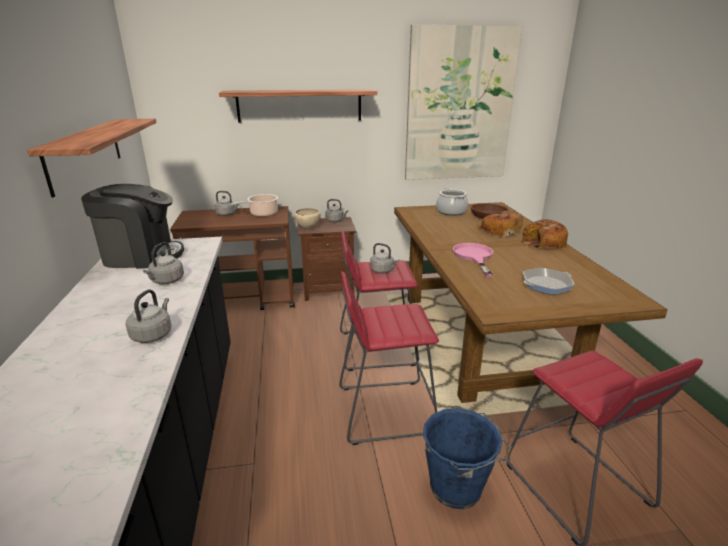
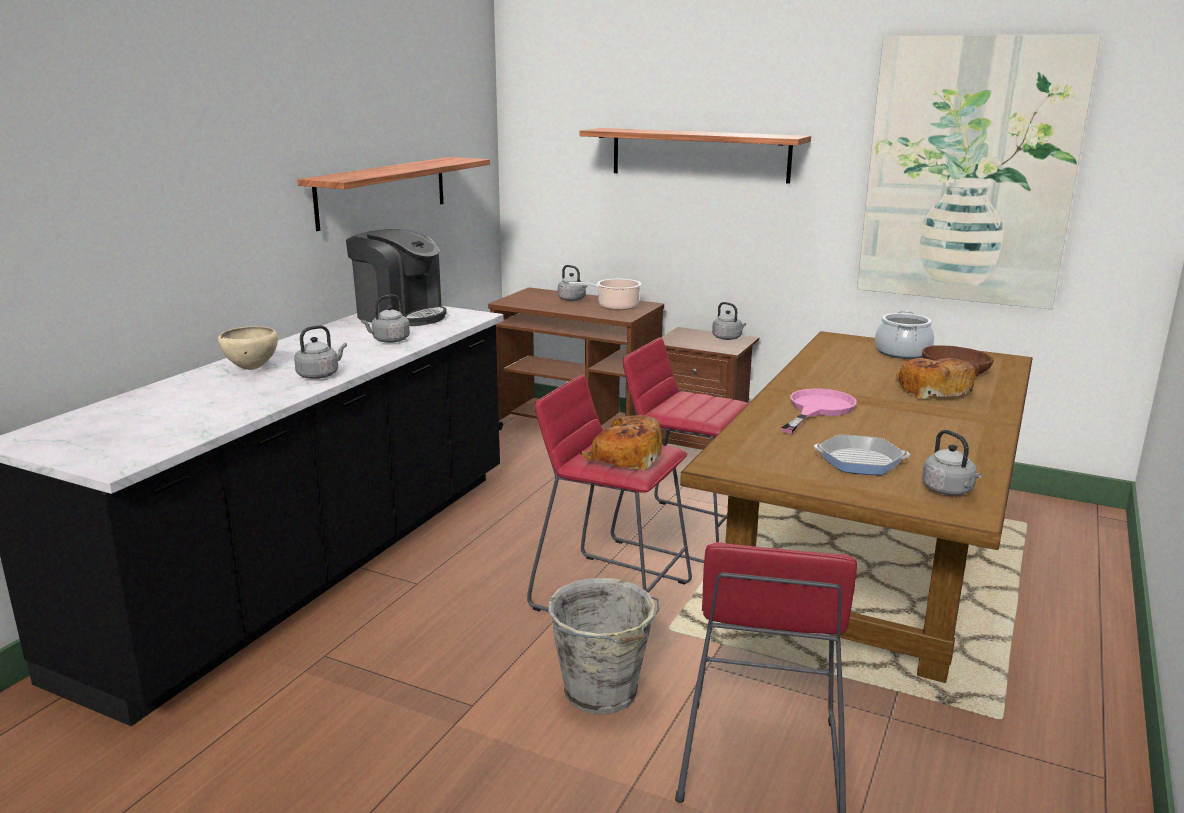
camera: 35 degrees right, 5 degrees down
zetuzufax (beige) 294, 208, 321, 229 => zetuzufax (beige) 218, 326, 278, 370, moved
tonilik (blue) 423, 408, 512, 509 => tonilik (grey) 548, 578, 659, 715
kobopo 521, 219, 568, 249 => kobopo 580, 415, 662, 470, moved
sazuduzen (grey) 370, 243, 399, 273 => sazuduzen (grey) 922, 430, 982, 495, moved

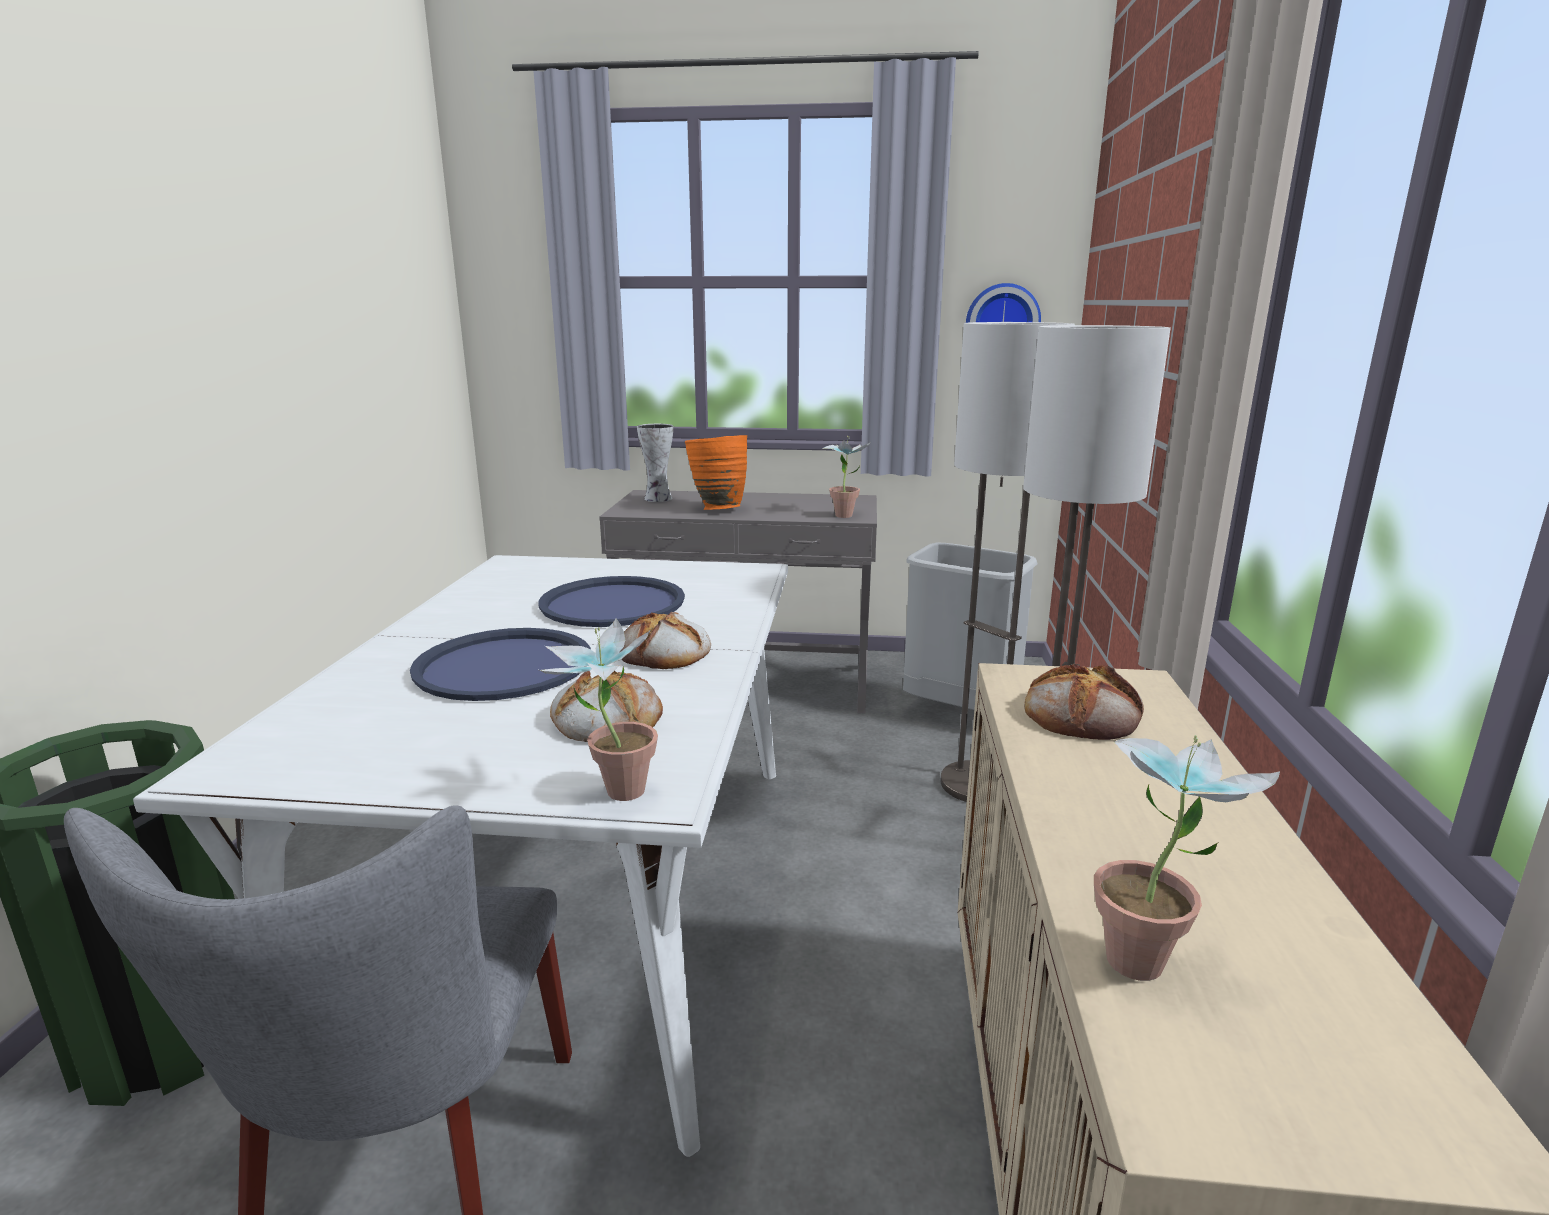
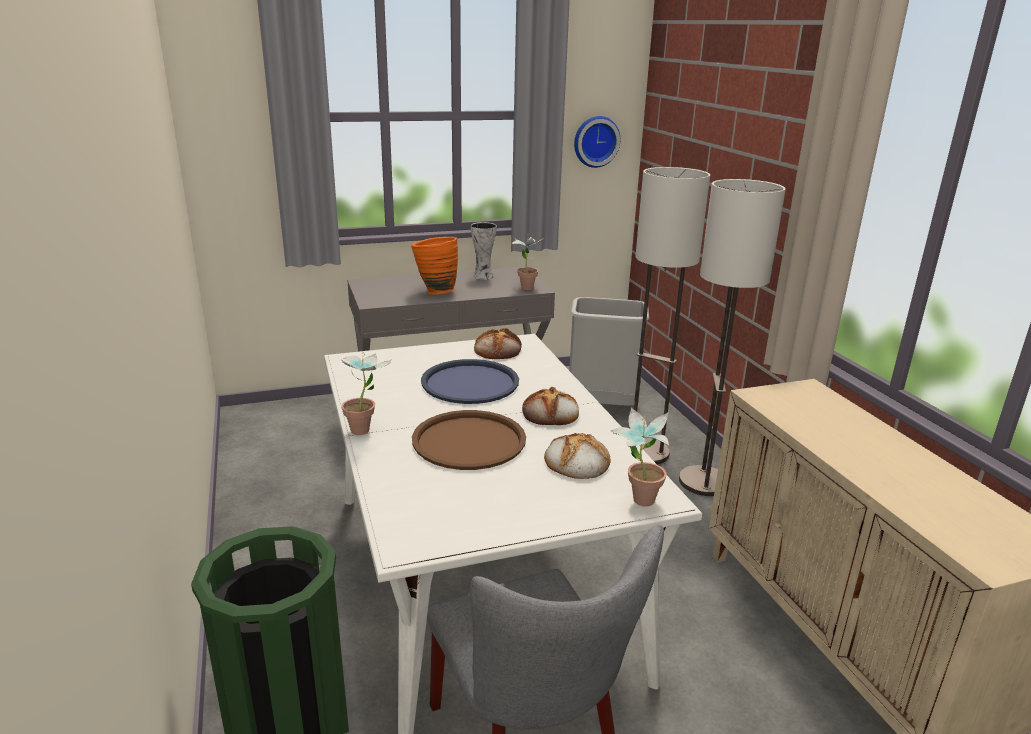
camera: 25 degrees left, 5 degrees up
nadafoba 1094, 735, 1280, 981 => nadafoba 341, 353, 392, 435, moved
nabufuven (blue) 410, 628, 591, 701 => nabufuven (brown) 412, 410, 526, 470
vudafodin 637, 424, 673, 502 => vudafodin 470, 222, 497, 280, moved
kobopo 1024, 663, 1144, 740 => kobopo 474, 328, 522, 359, moved

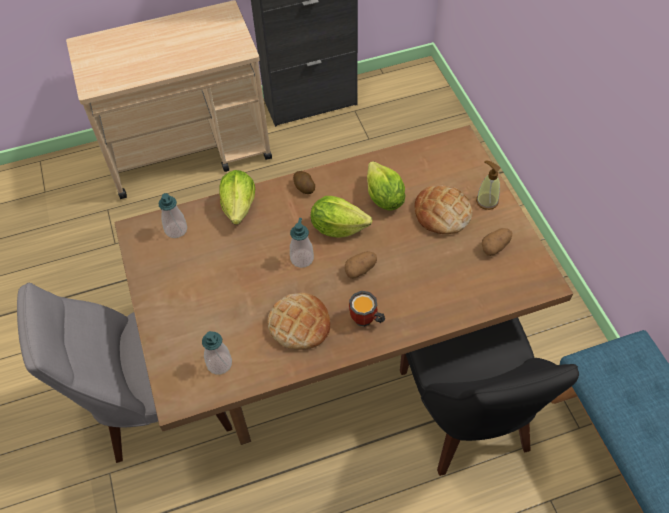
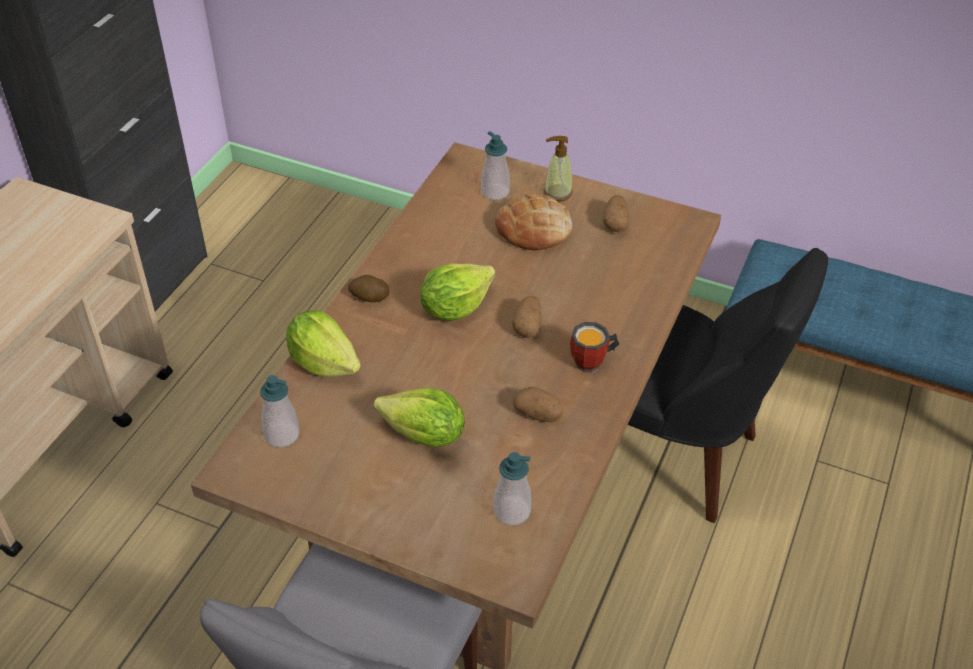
camera: 50 degrees left, 10 degrees down
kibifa 367, 161, 405, 210 => kibifa 374, 388, 465, 447, moved
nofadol 290, 218, 314, 268 => nofadol 481, 131, 510, 200, moved
kobopo 267, 293, 330, 350 => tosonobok 513, 387, 563, 422

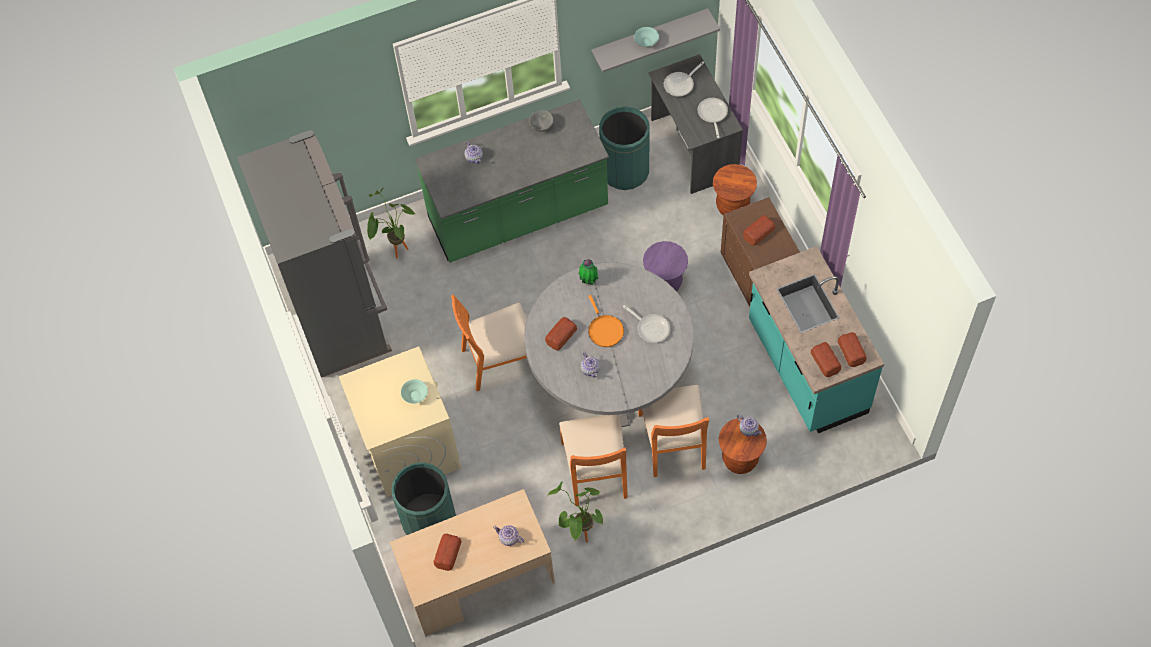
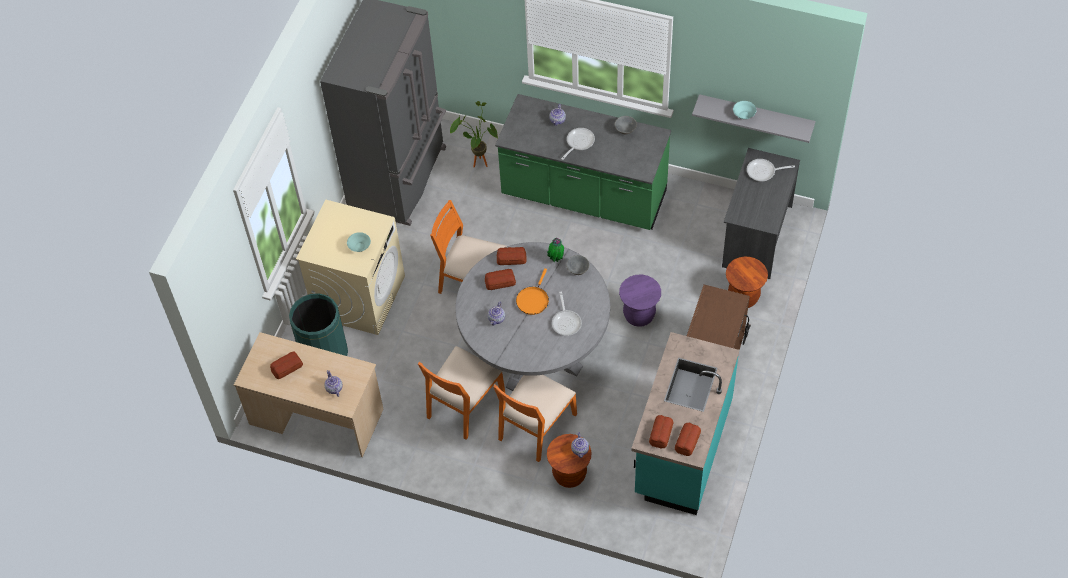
camera: 40 degrees right, 5 degrees down
kobopo 743, 215, 775, 246 => kobopo 497, 247, 527, 265, moved
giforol 697, 98, 728, 138 => giforol 561, 128, 595, 160, moved
nothing => zetuzufax (grey) 566, 255, 589, 275
nadafoba 547, 481, 603, 542 => nothing
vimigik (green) 599, 106, 650, 190 => nothing

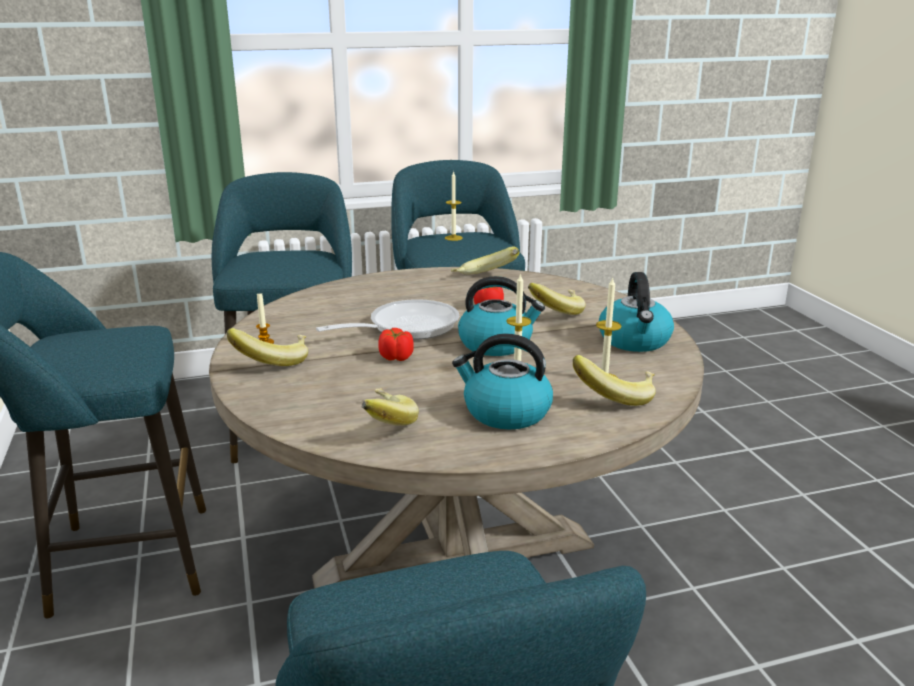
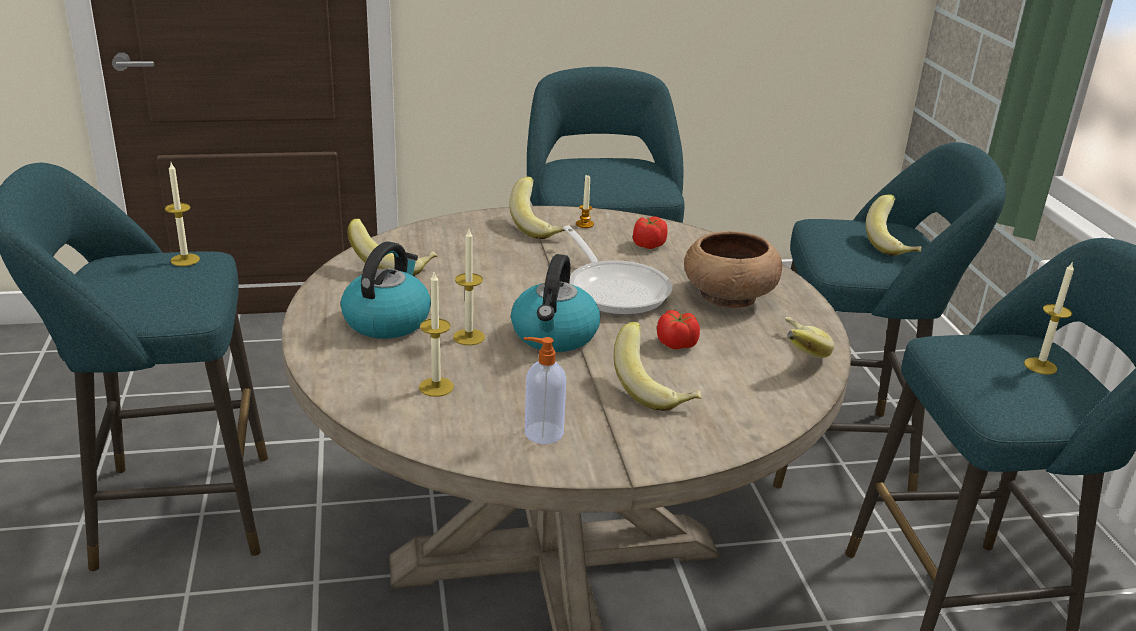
camera: 95 degrees right, 5 degrees up
nothing => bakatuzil 165, 163, 200, 266
sazuduzen 599, 272, 674, 352 => nofadol 524, 337, 566, 444
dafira 378, 328, 414, 361 => dafira 633, 217, 667, 249, moved
nothing => zetuzufax (brown) 684, 231, 782, 308
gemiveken 573, 355, 656, 406 => gemiveken 866, 194, 922, 256, moved

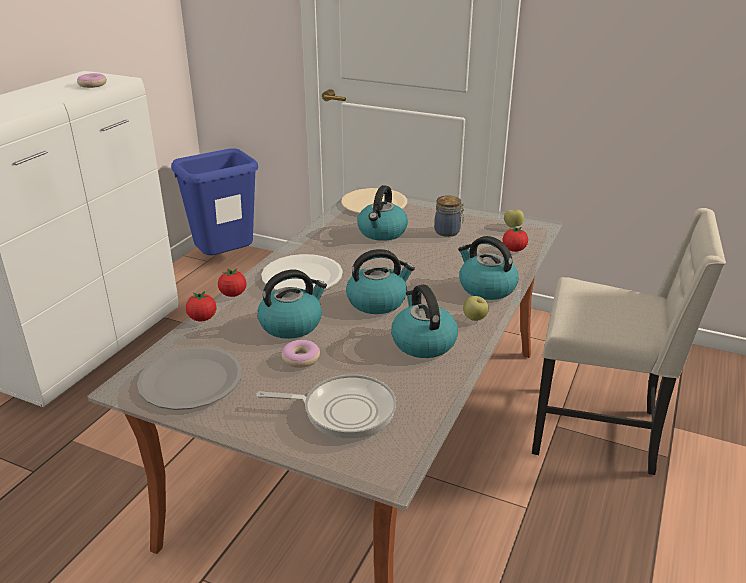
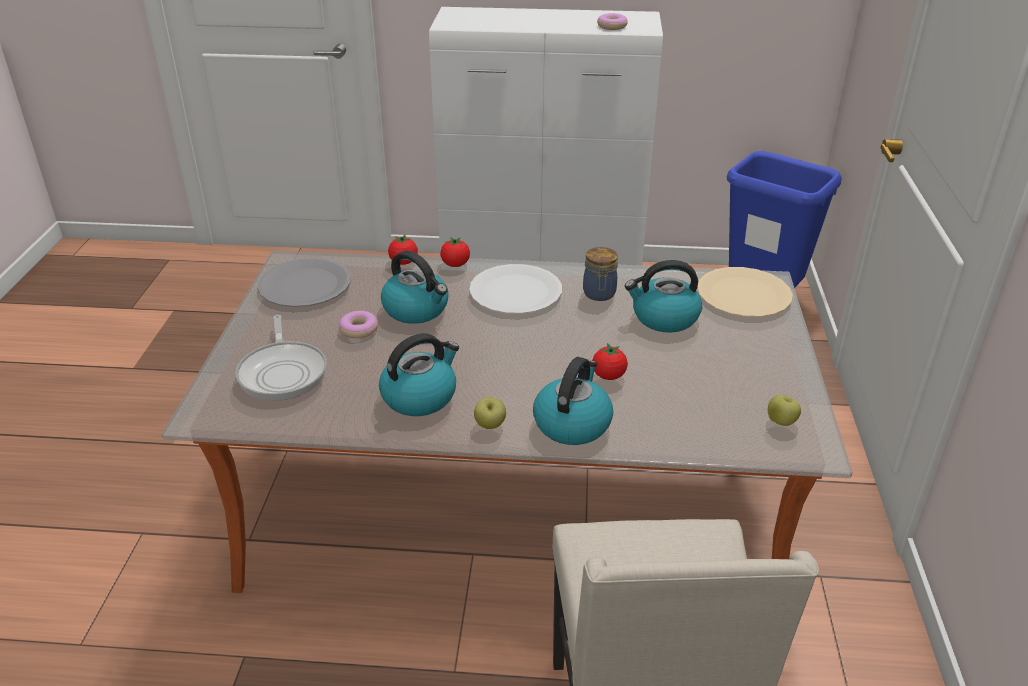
camera: 70 degrees right, 5 degrees up
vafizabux 434, 195, 464, 237 => vafizabux 583, 247, 618, 301, moved
dafira 502, 226, 528, 252 => dafira 592, 343, 628, 380, moved
sazuduzen 346, 249, 415, 314 => nothing

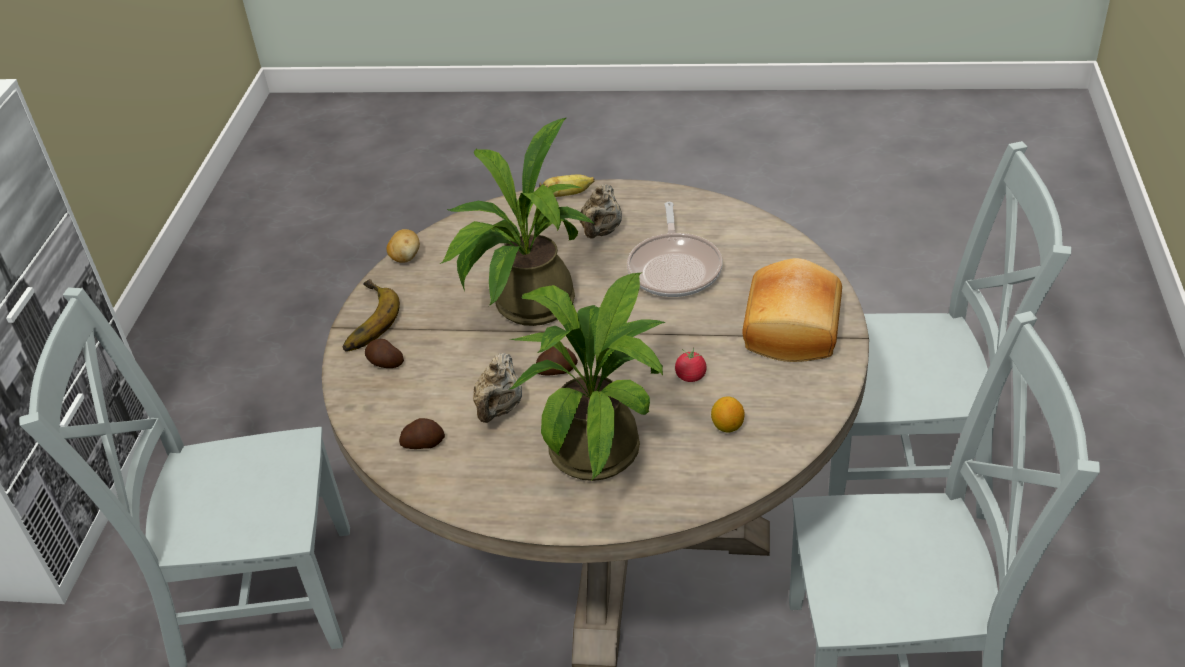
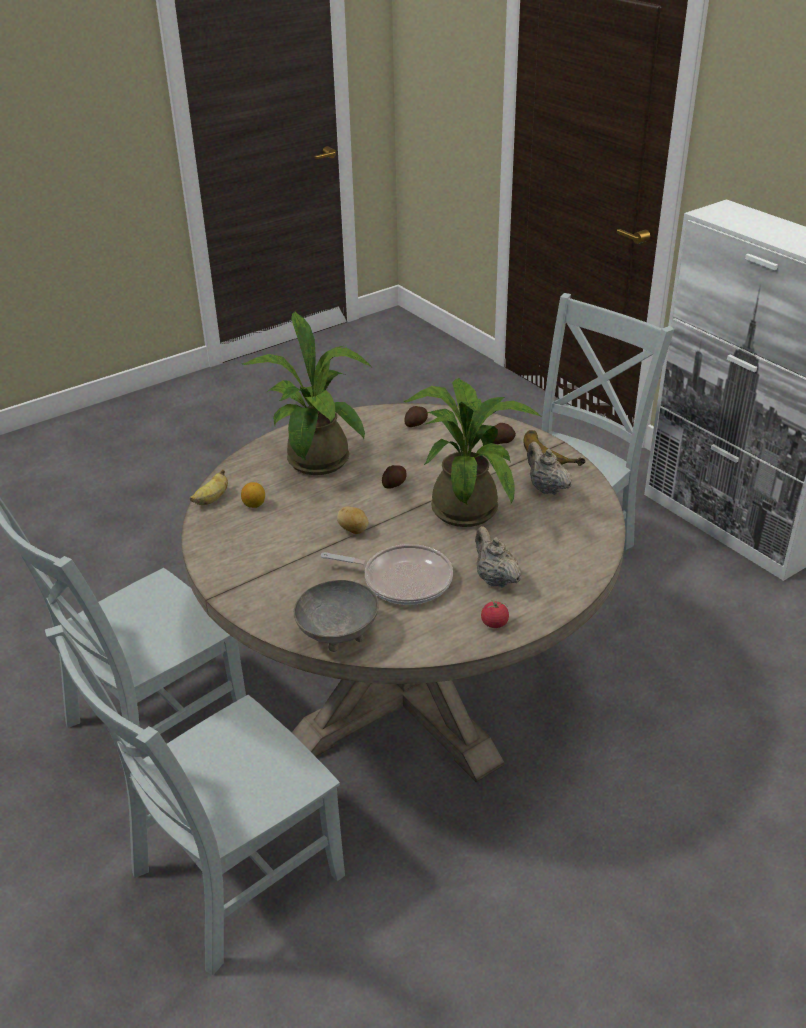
camera: 135 degrees right, 5 degrees down
gemiveken 539, 174, 595, 197 => gemiveken 190, 469, 228, 505, moved
nothing => zetuzufax (grey) 294, 580, 379, 652
giforol 627, 202, 722, 297 => giforol 321, 544, 453, 605, 150 degrees clockwise
tosonobok 387, 229, 420, 263 => tosonobok 337, 506, 368, 534, moved
dafira 675, 348, 706, 382 => dafira 481, 599, 509, 628, moved
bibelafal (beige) 473, 353, 522, 423 => bibelafal (beige) 527, 441, 572, 495, moved
kobopo 742, 258, 842, 362 => nothing

